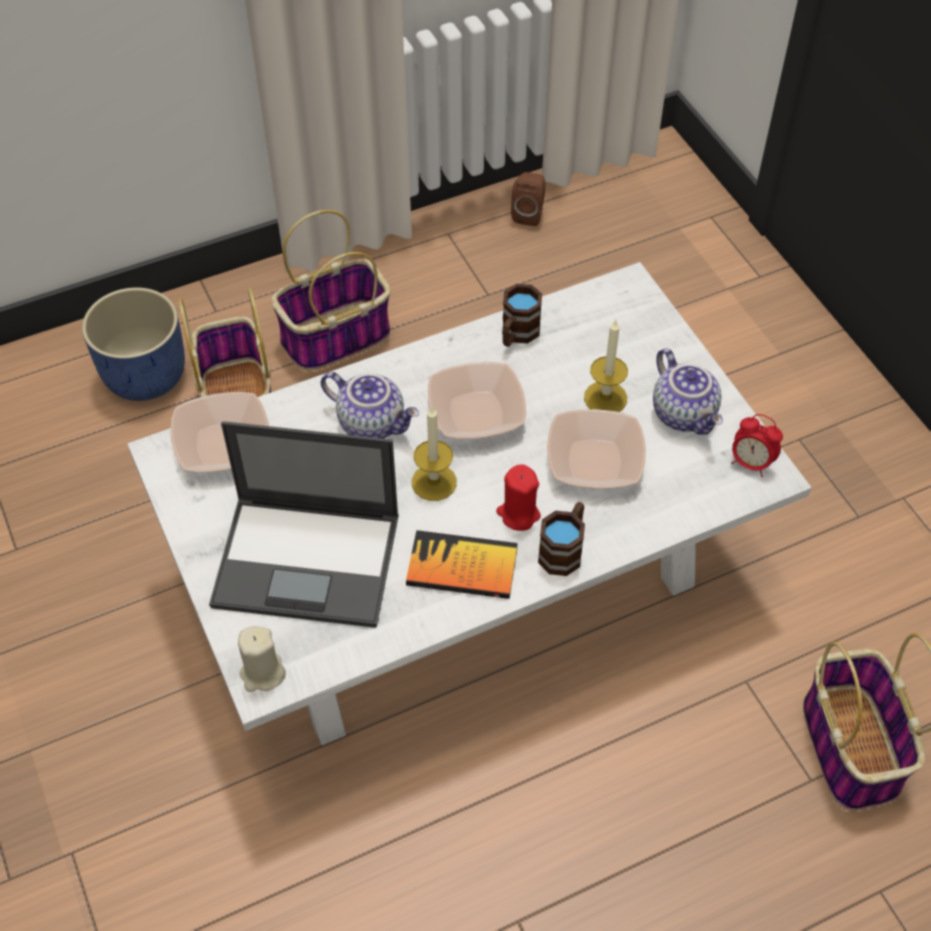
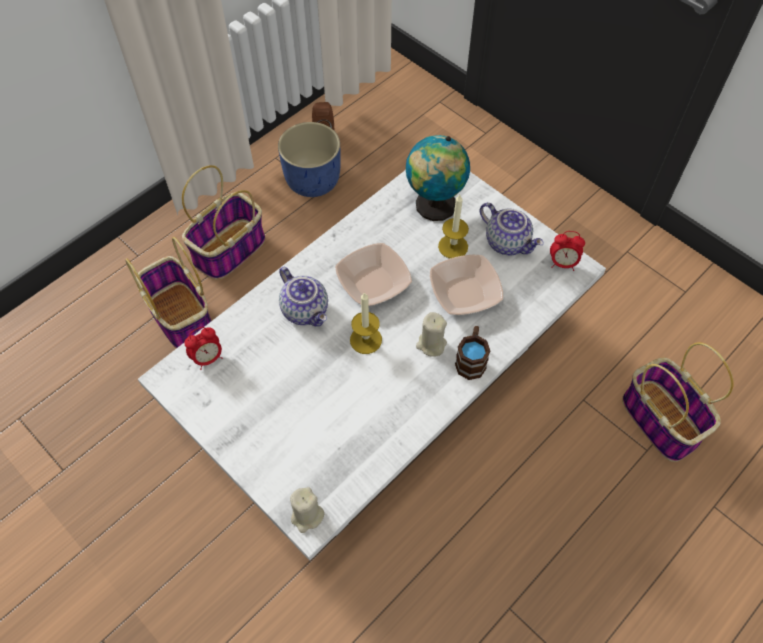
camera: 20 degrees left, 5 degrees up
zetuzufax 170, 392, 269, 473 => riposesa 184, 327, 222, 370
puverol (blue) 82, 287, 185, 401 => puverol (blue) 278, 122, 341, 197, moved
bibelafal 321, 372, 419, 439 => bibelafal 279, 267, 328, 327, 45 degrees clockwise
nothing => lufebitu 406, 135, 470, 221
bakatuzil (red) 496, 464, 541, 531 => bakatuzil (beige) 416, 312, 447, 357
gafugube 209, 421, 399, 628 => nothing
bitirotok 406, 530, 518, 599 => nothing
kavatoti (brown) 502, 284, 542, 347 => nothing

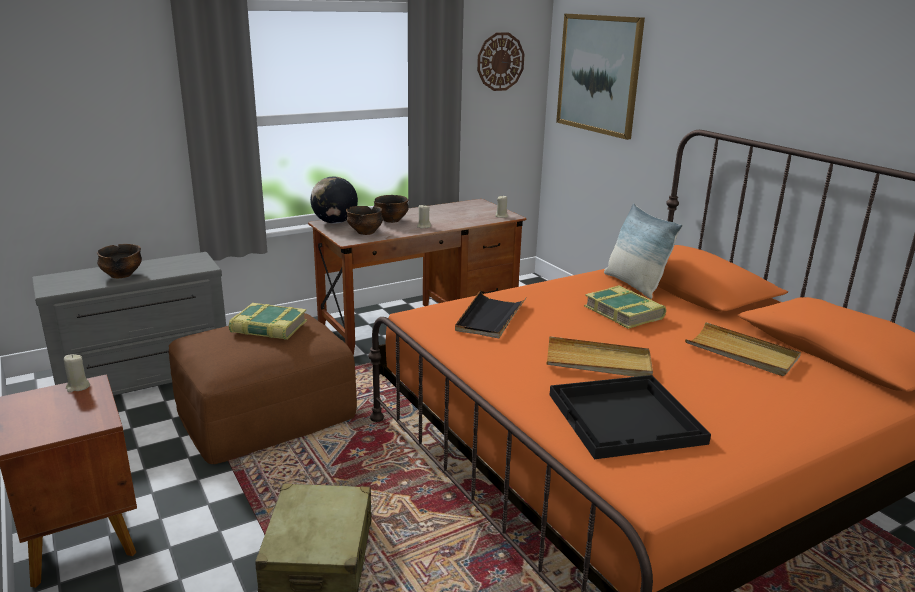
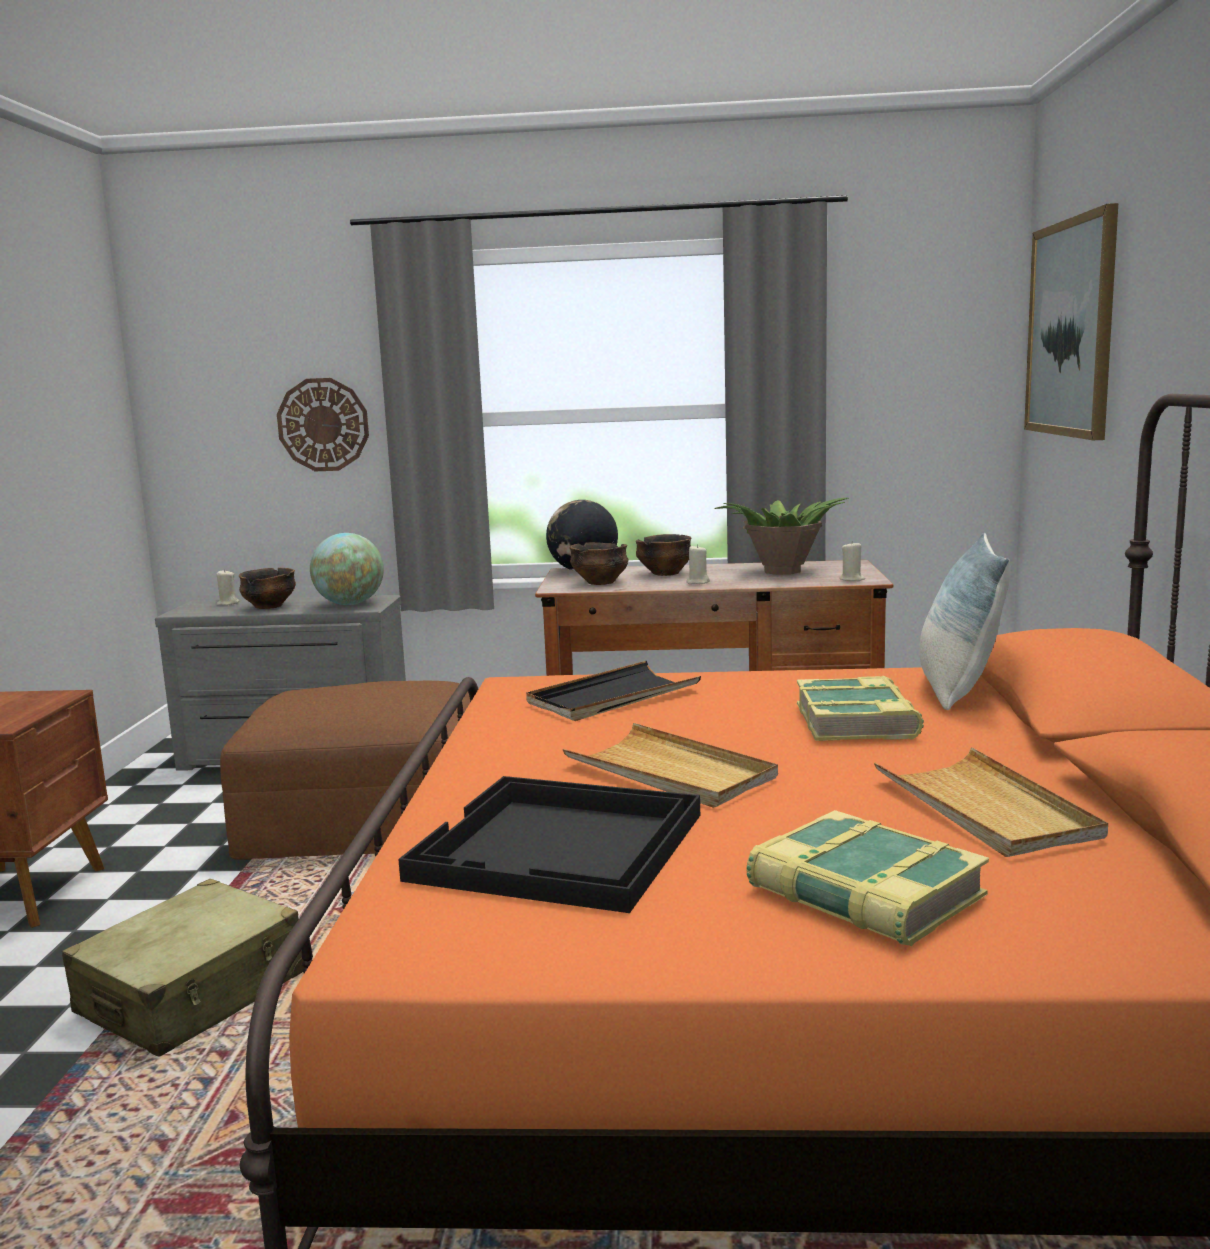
camera: 35 degrees right, 10 degrees down
bakatuzil (beige) 64, 354, 90, 392 => bakatuzil (beige) 216, 569, 239, 605, moved
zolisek 477, 33, 524, 91 => zolisek 277, 378, 369, 471, moved
nothing => lufebitu 310, 533, 384, 605
nothing => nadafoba 714, 497, 848, 575
bitirotok 229, 303, 307, 340 => bitirotok 746, 810, 989, 946, moved

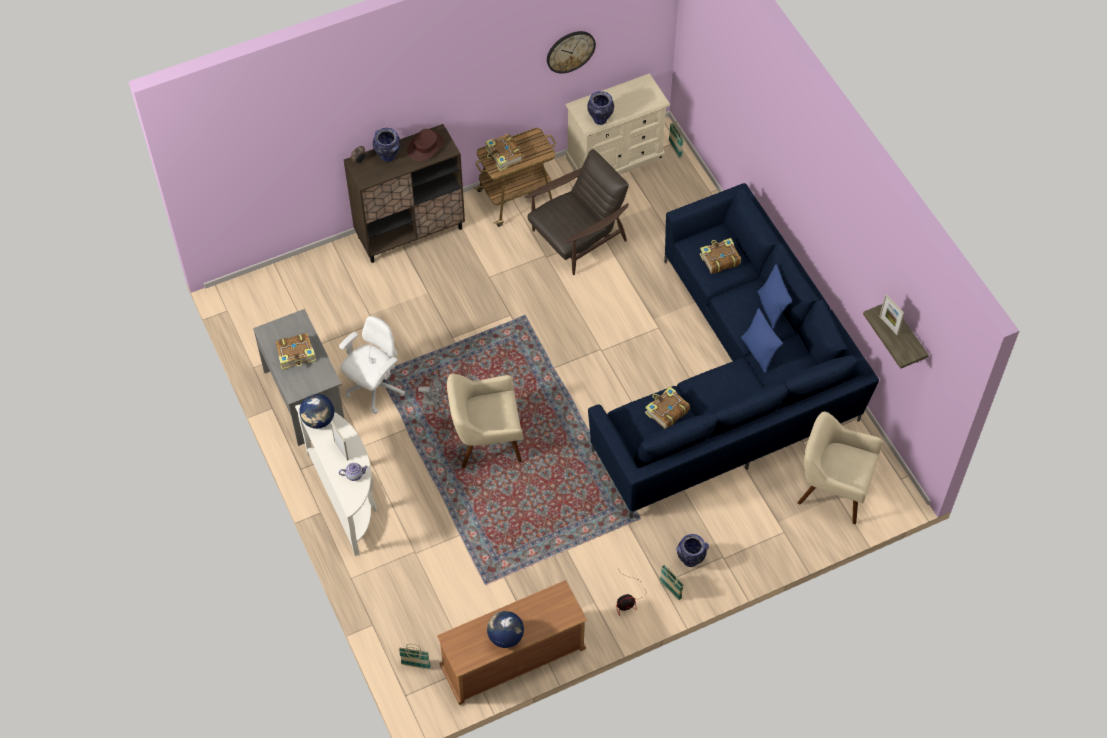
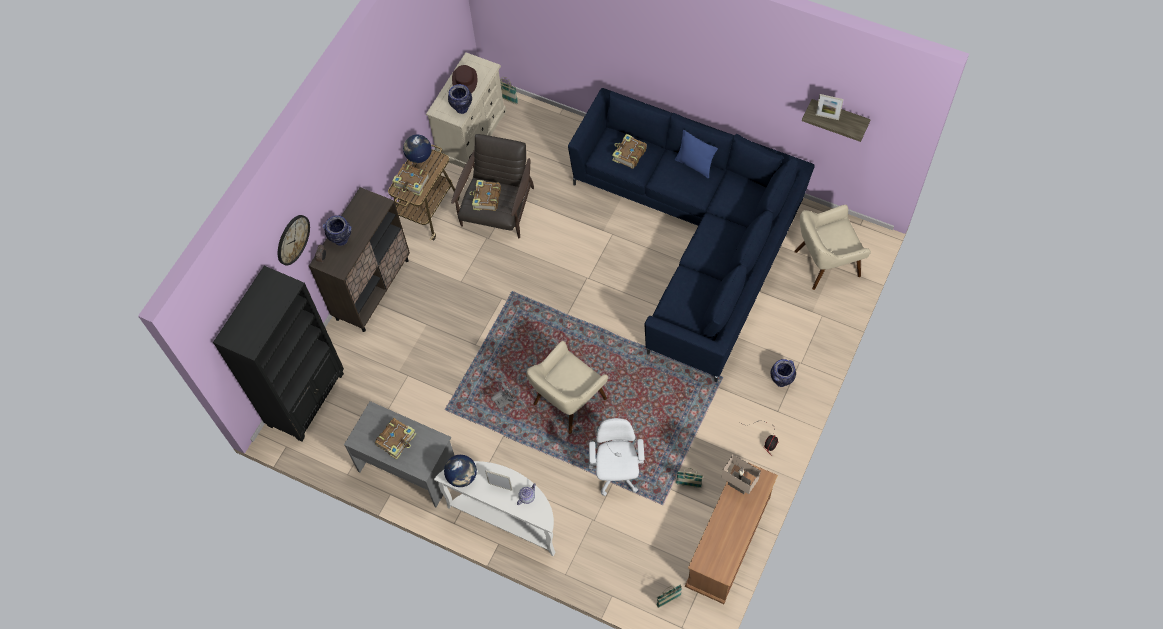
camera: 35 degrees left, 5 degrees up
nothing => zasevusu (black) 213, 266, 344, 442
zolisek 547, 31, 596, 73 => zolisek 278, 215, 310, 265, moved
lufebitu 487, 611, 524, 648 => lufebitu 403, 135, 432, 163, moved
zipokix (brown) 407, 129, 444, 162 => zipokix (brown) 452, 65, 477, 93, moved
bitirotok 645, 386, 690, 429 => bitirotok 469, 180, 501, 211, moved
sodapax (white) 339, 316, 405, 414 => sodapax (white) 589, 418, 644, 496, moved
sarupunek 660, 565, 684, 600 => sarupunek 676, 468, 703, 488, moved
nothing => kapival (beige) 721, 454, 761, 494
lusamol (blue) 741, 308, 783, 373 => nothing

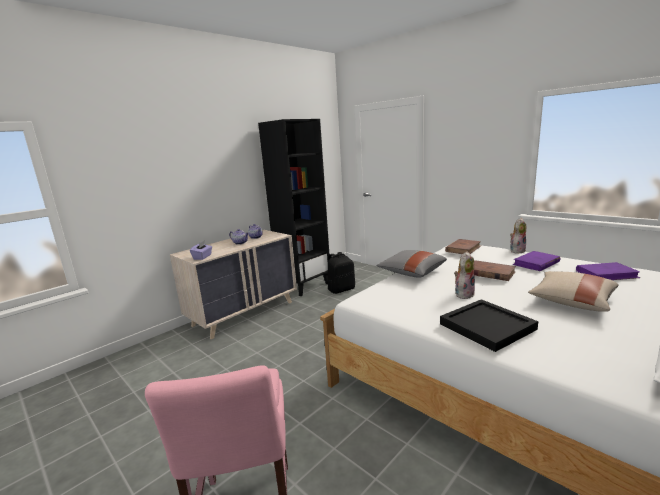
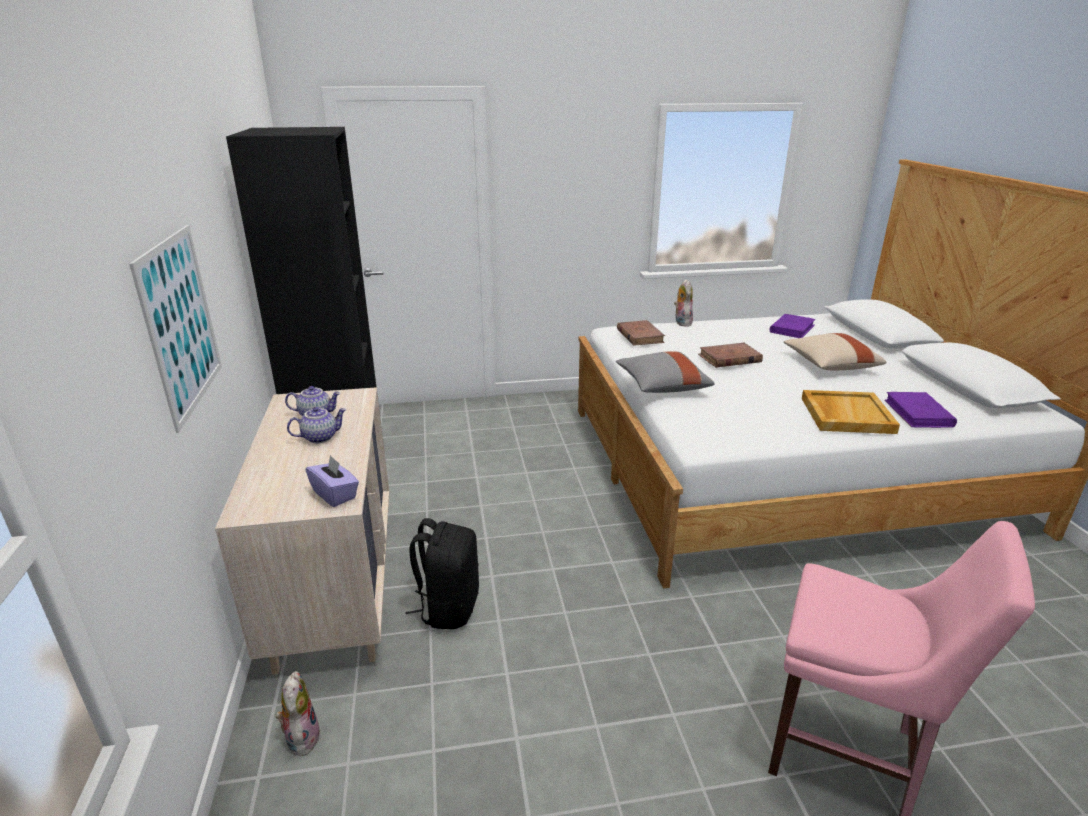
camera: 55 degrees left, 10 degrees up
nothing => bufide 129, 225, 222, 433
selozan 454, 251, 475, 299 => selozan 275, 671, 321, 756, moved
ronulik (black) 328, 252, 355, 294 => ronulik (black) 406, 518, 479, 629, moved
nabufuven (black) 440, 299, 538, 352 => nabufuven (beige) 802, 390, 900, 434
bitirotok (purple) 513, 251, 560, 271 => bitirotok (purple) 885, 392, 957, 428, moved

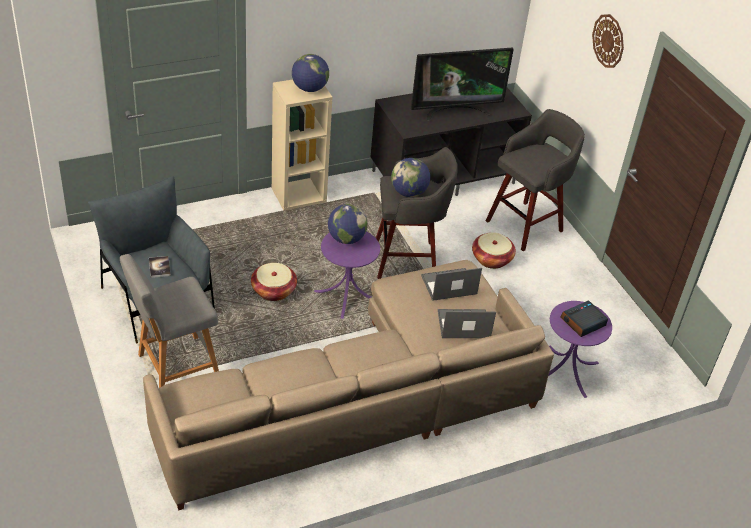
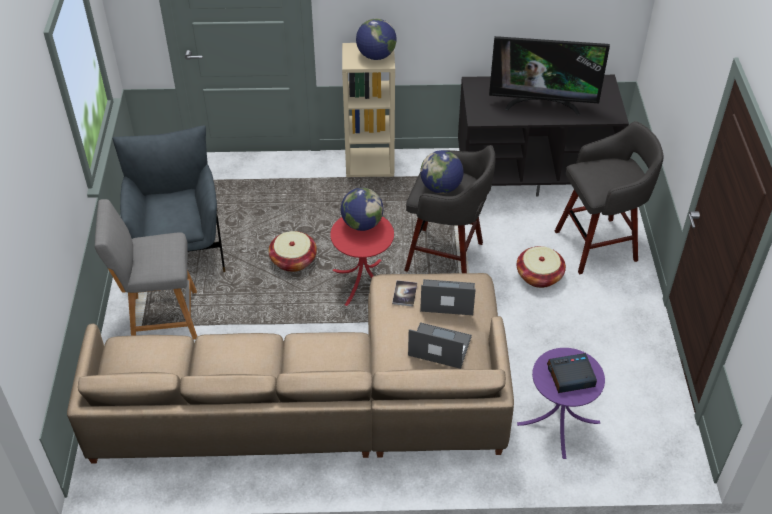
camera: 25 degrees right, 5 degrees up
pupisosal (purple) 314, 232, 380, 319 => pupisosal (red) 330, 216, 394, 306
bitirotok 149, 256, 171, 278 => bitirotok 392, 280, 417, 306, moved
zolisek 592, 14, 624, 68 => nothing

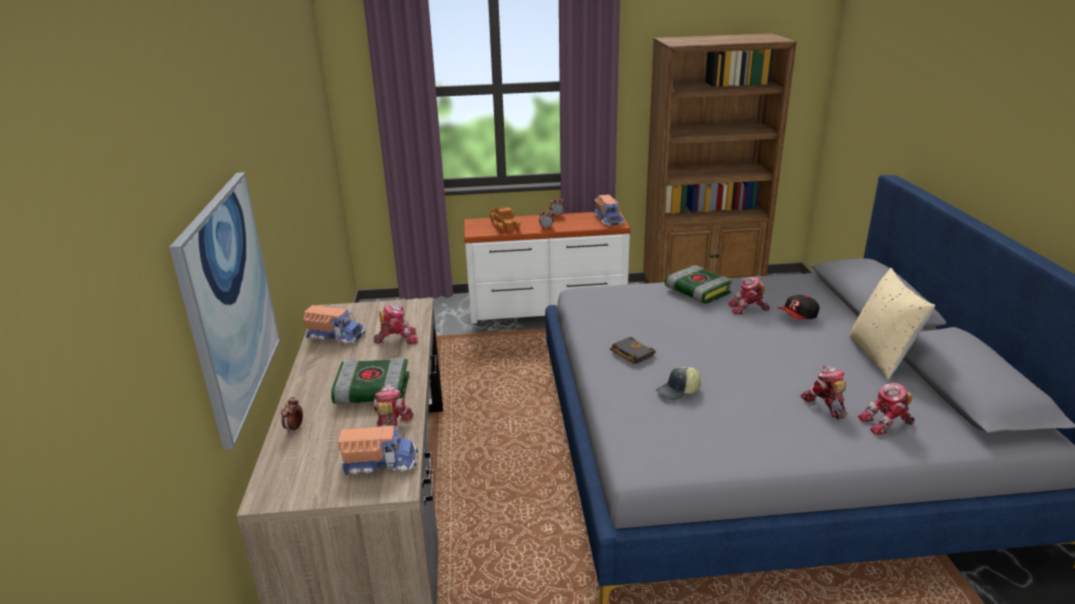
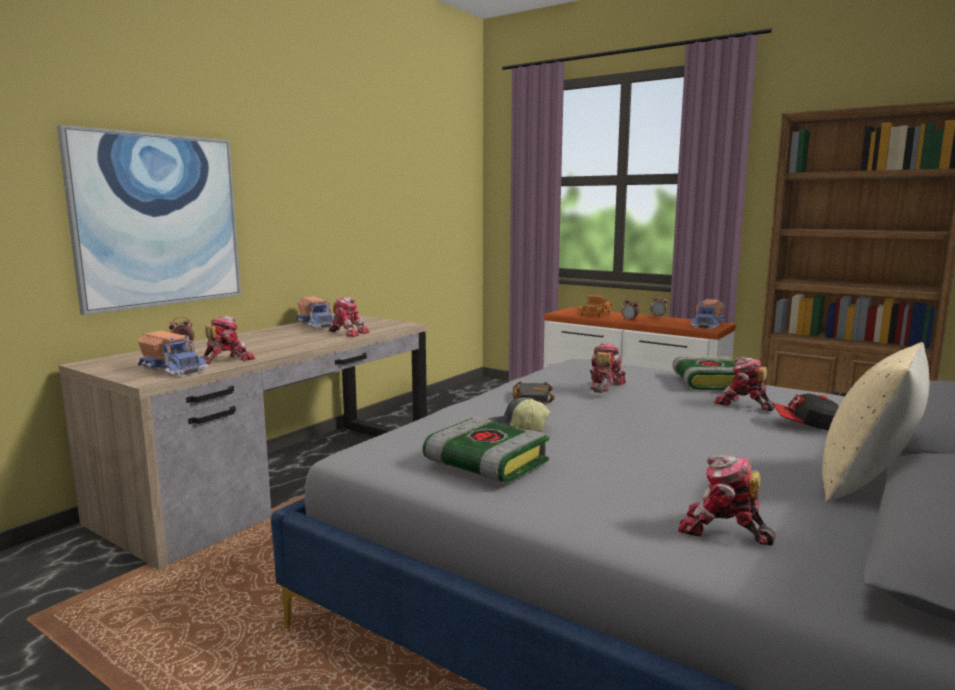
camera: 40 degrees right, 15 degrees down
bitirotok 331, 358, 409, 404 => bitirotok 423, 417, 549, 483, moved
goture 801, 365, 847, 419 => goture 589, 341, 626, 393, moved

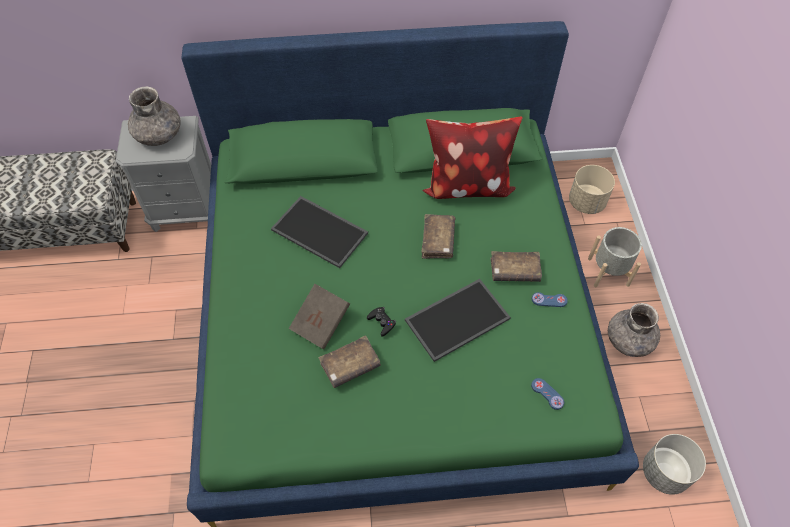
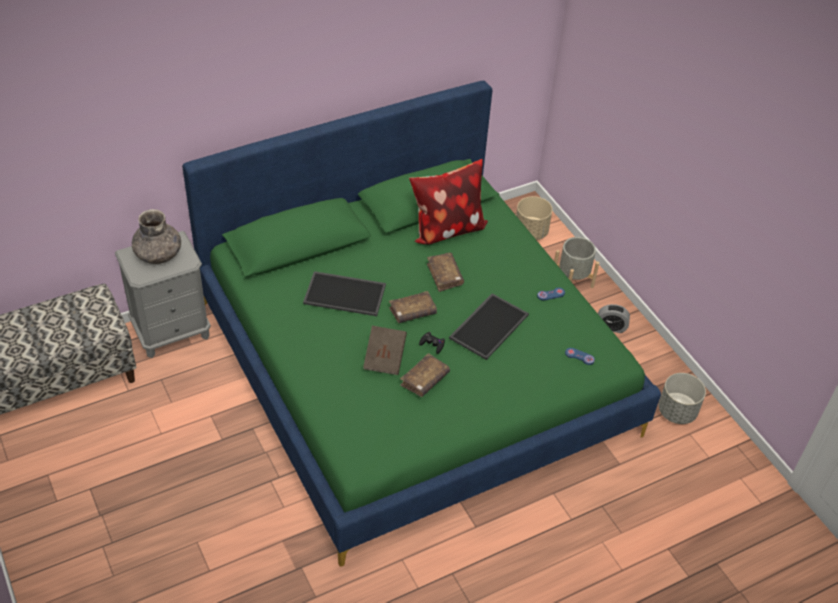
camera: 25 degrees left, 10 degrees down
bitirotok (brown) 491, 251, 542, 282 => bitirotok (brown) 389, 291, 437, 323, moved
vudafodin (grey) 608, 303, 660, 357 => riposesa 598, 304, 630, 333

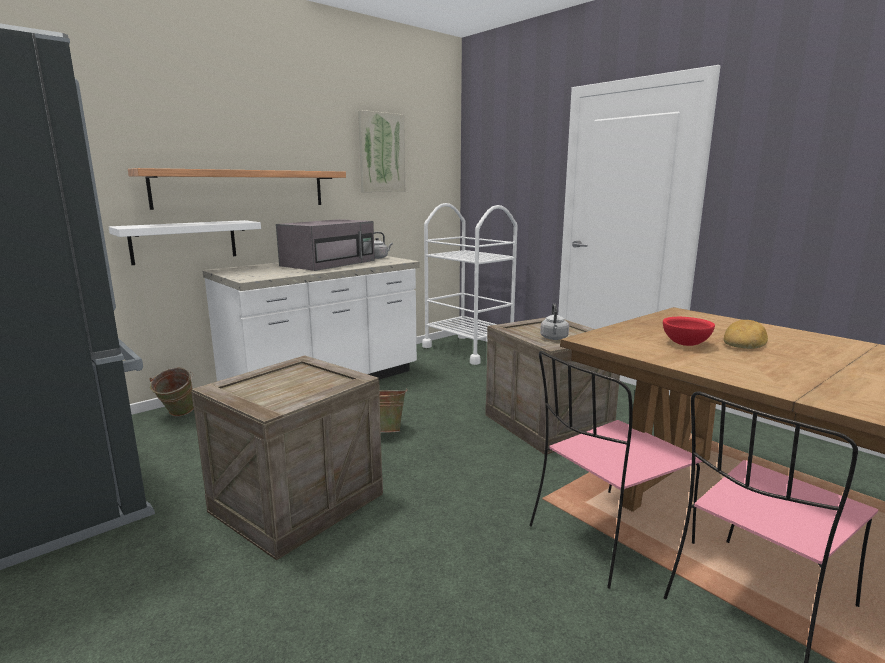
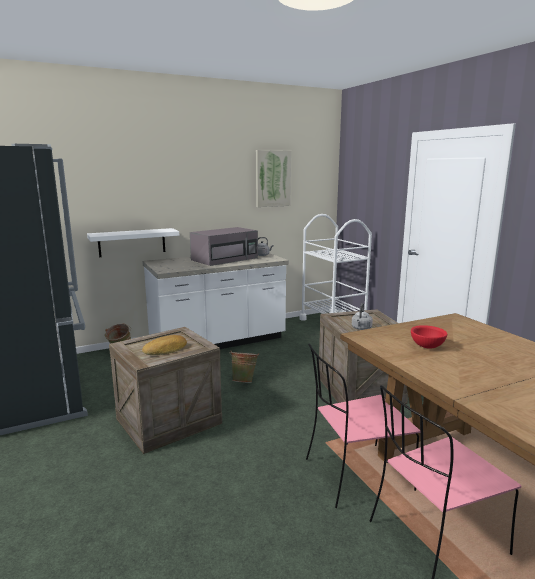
camera: 15 degrees right, 0 degrees up
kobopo 723, 320, 768, 349 => kobopo 142, 335, 187, 355, moved
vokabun 128, 168, 346, 210 => nothing

